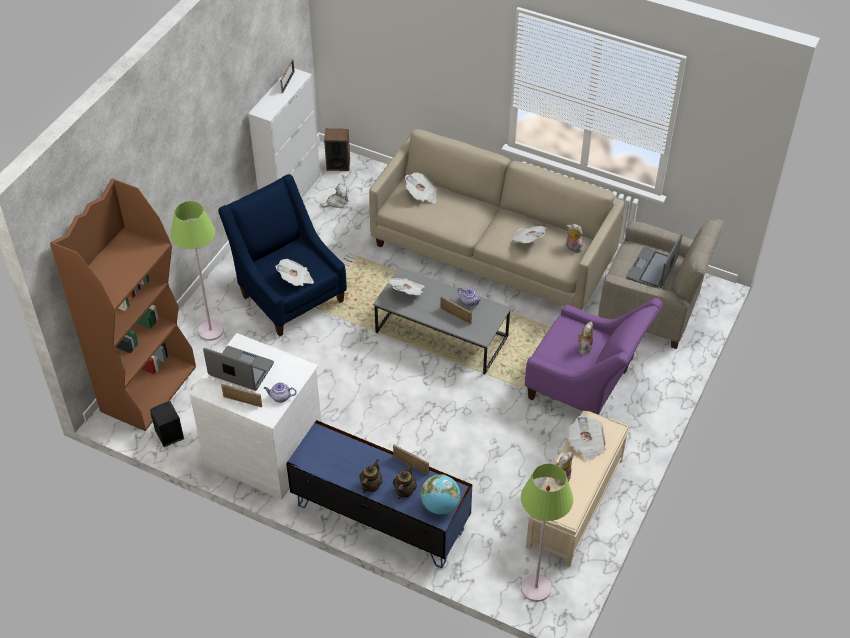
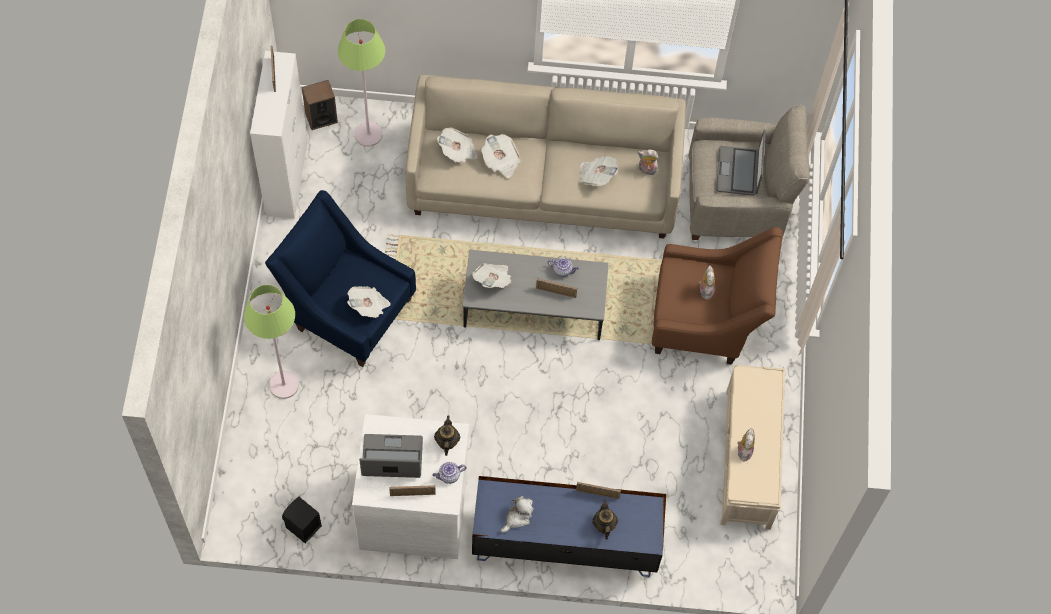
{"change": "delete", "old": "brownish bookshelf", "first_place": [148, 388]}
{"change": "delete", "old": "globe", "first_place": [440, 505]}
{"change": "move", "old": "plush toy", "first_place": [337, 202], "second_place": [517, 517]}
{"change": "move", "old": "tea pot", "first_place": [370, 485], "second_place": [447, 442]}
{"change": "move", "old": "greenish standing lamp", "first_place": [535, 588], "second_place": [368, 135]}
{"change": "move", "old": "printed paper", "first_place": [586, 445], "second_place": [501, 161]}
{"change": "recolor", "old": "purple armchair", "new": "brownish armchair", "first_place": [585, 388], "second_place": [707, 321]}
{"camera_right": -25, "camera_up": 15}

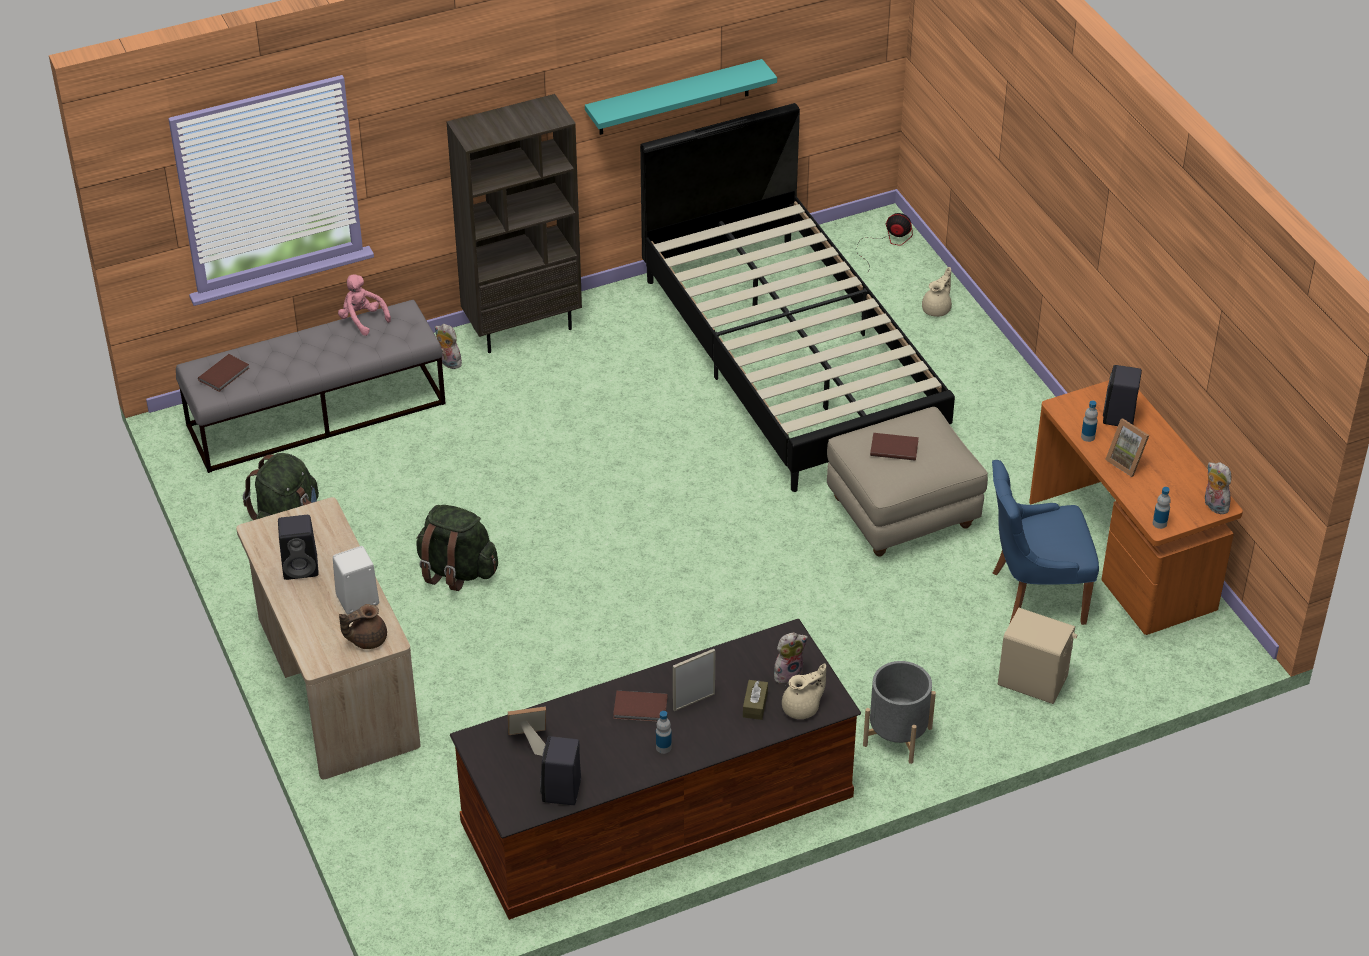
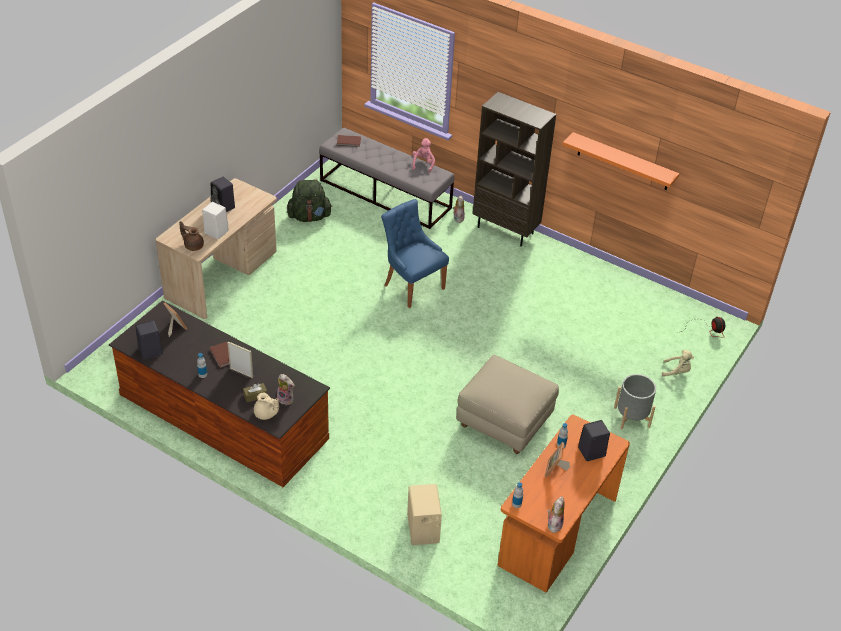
{"change": "delete", "old": "greenish knapsack", "first_place": [456, 571]}
{"change": "delete", "old": "black-coloured sleeping bed", "first_place": [790, 358]}
{"change": "delete", "old": "brownish volume", "first_place": [893, 447]}
{"change": "move", "old": "grey flower pot", "first_place": [897, 736], "second_place": [631, 417]}
{"change": "move", "old": "blue-coloured plain chair", "first_place": [1034, 597], "second_place": [412, 286]}
{"change": "replace", "old": "beige tea pot", "new": "beige plush toy", "first_place": [937, 309], "second_place": [677, 372]}
{"change": "recolor", "old": "turquoise shelf", "new": "orange-coloured shelf", "first_place": [674, 97], "second_place": [623, 162]}
{"camera_right": 55, "camera_up": 0}

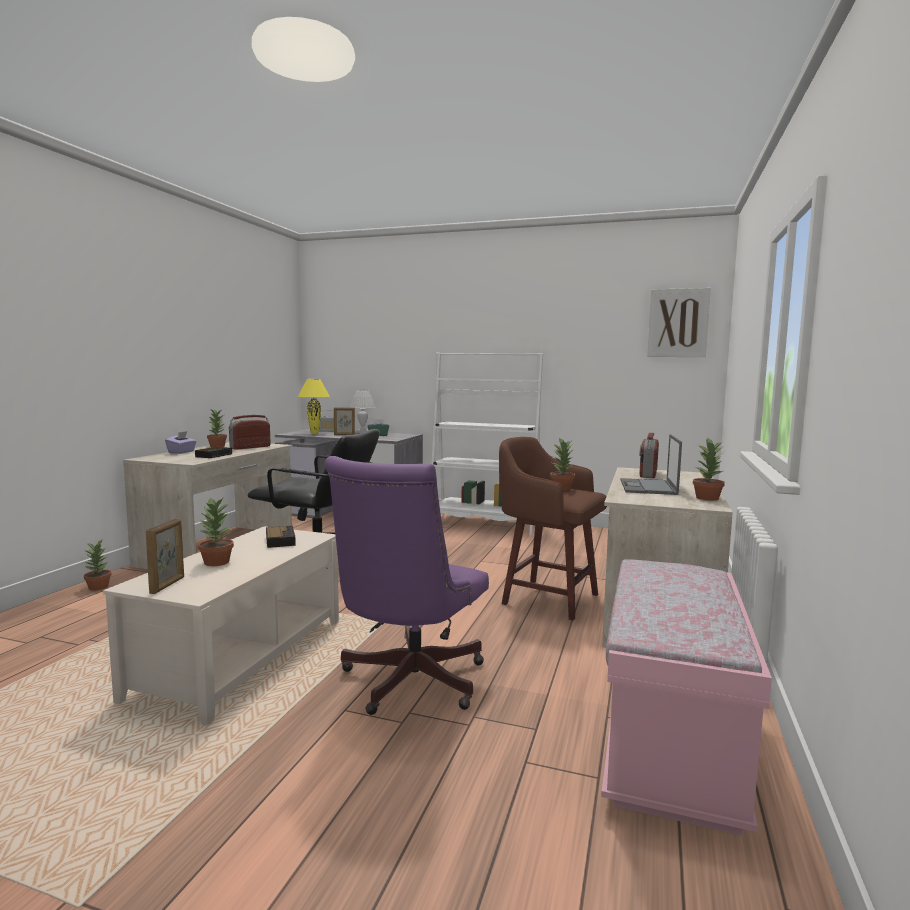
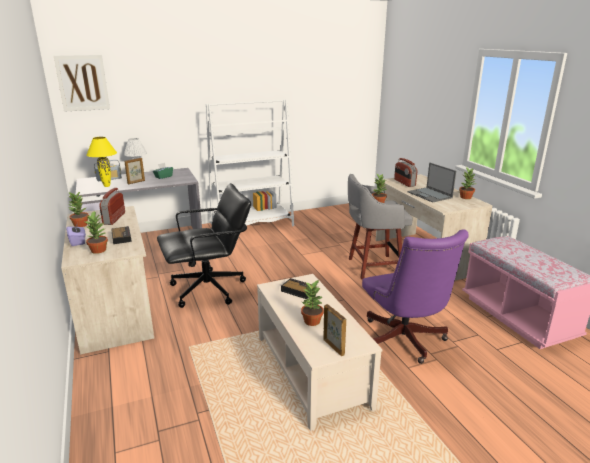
{"change": "move", "old": "potted plant", "first_place": [99, 587], "second_place": [99, 250]}
{"change": "move", "old": "wall art", "first_place": [678, 323], "second_place": [82, 83]}
{"change": "recolor", "old": "brownish sitting stool", "new": "grey sitting stool", "first_place": [547, 598], "second_place": [372, 267]}
{"camera_right": -40, "camera_up": 15}

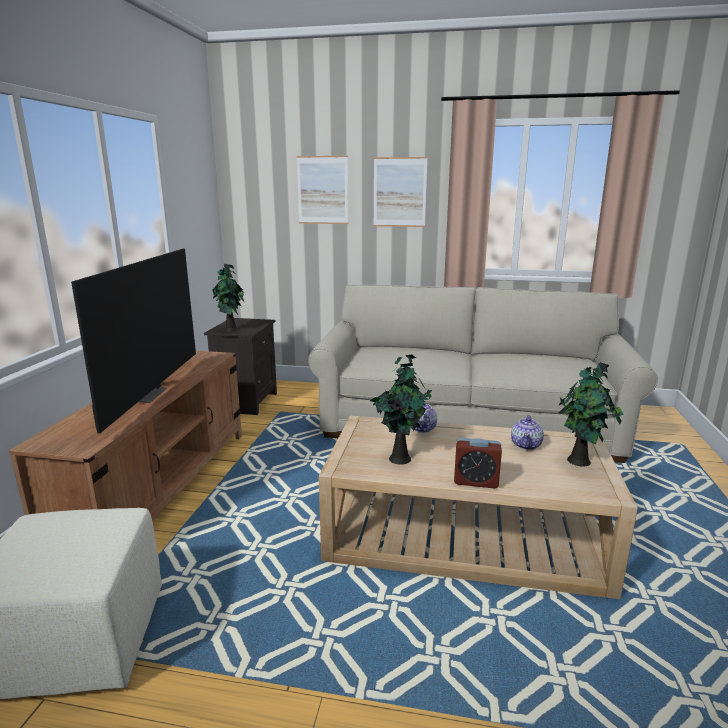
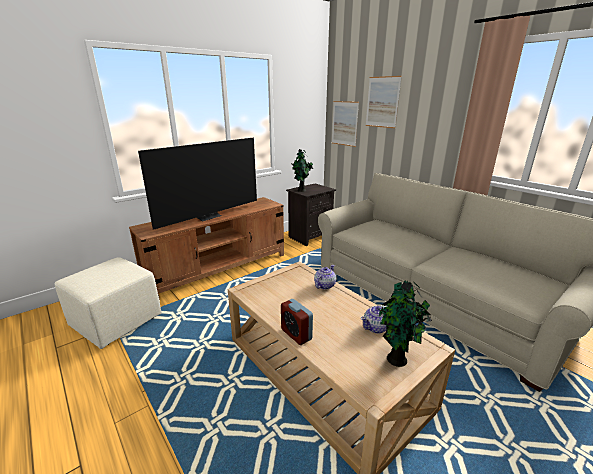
{"change": "delete", "old": "potted plant", "first_place": [400, 457]}
{"change": "move", "old": "wall art", "first_place": [399, 192], "second_place": [344, 123]}
{"camera_right": 40, "camera_up": 5}

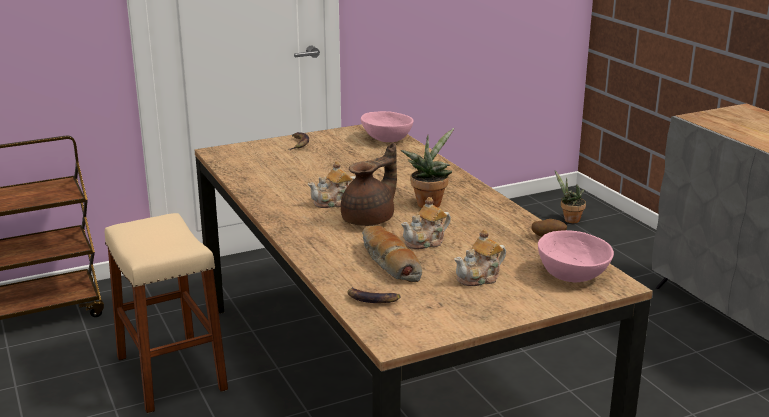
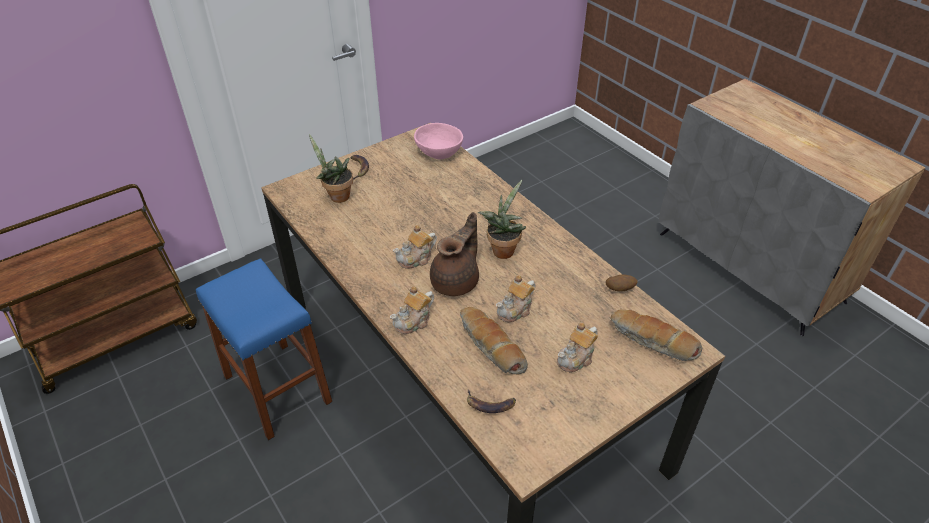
{"change": "insert", "new": "tea pot", "second_place": [414, 321]}
{"change": "move", "old": "potted plant", "first_place": [569, 219], "second_place": [336, 196]}
{"change": "replace", "old": "pink-coloured serving bowl", "new": "bread", "first_place": [571, 274], "second_place": [652, 342]}
{"change": "recolor", "old": "beige sitting stool", "new": "blue-coloured sitting stool", "first_place": [171, 373], "second_place": [277, 389]}
{"camera_right": -10, "camera_up": 20}

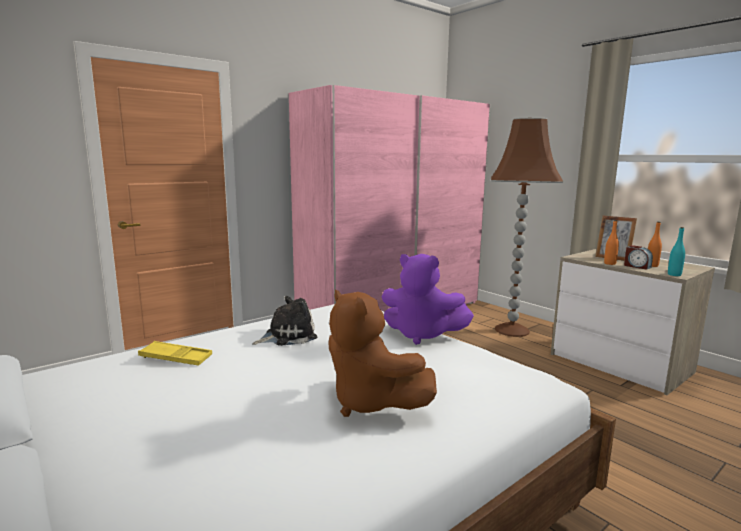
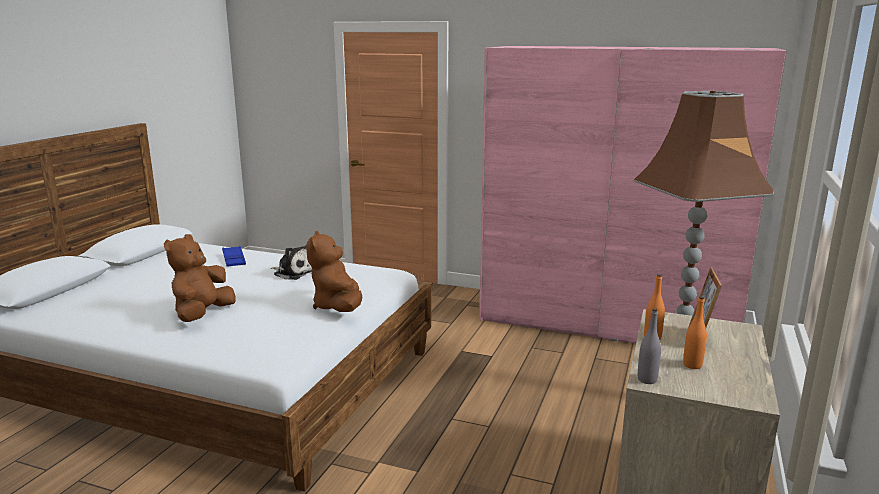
{"change": "delete", "old": "table clock", "first_place": [637, 266]}
{"change": "recolor", "old": "yellowish carrying tray", "new": "blue-coloured carrying tray", "first_place": [176, 358], "second_place": [234, 259]}
{"change": "recolor", "old": "purple plush toy", "new": "brownish plush toy", "first_place": [422, 335], "second_place": [338, 307]}
{"change": "recolor", "old": "turquoise bottle", "new": "grey bottle", "first_place": [674, 275], "second_place": [647, 380]}
{"camera_right": 60, "camera_up": 5}

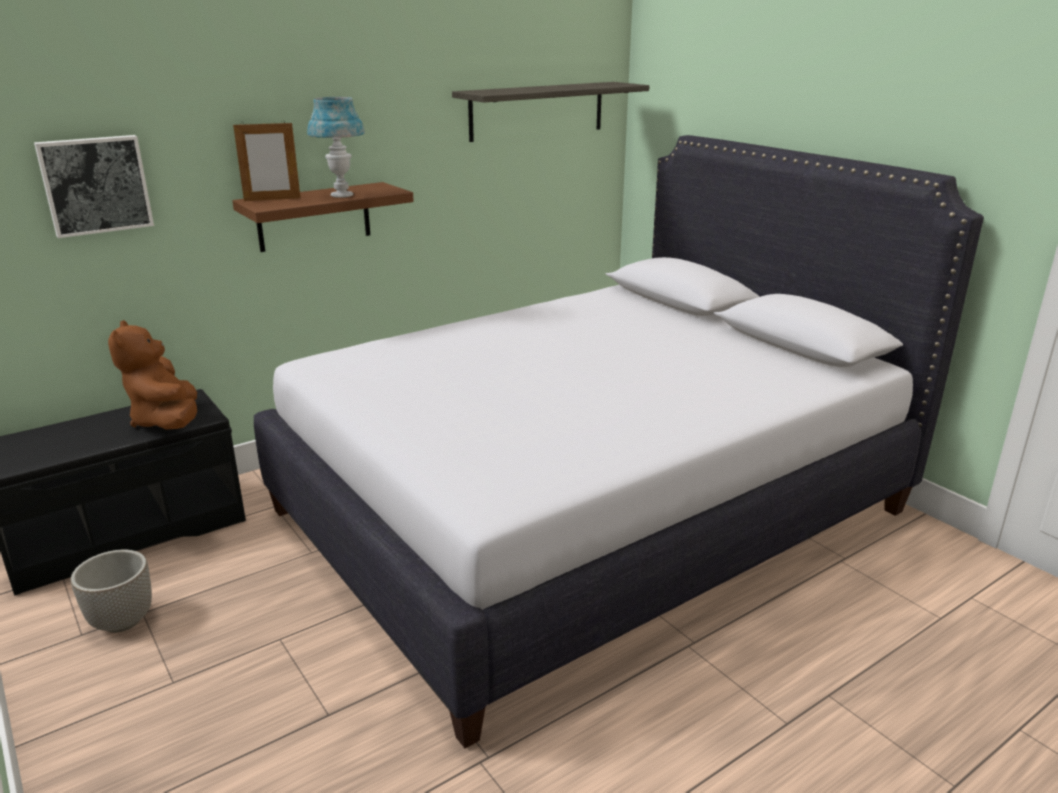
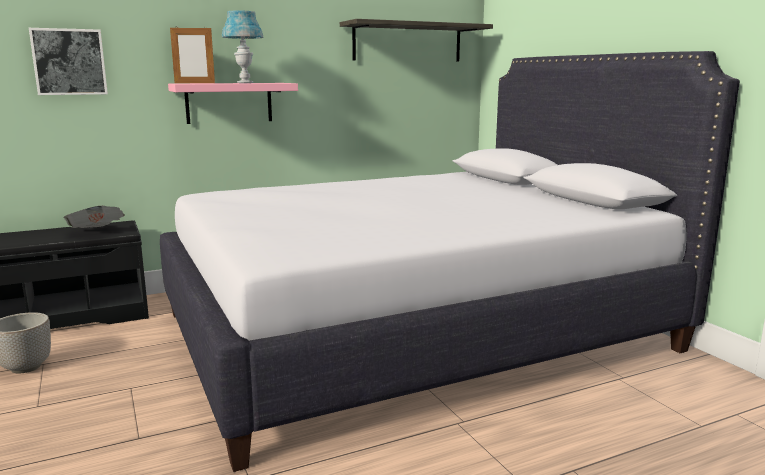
{"change": "replace", "old": "brownish plush toy", "new": "printed paper", "first_place": [167, 421], "second_place": [97, 233]}
{"change": "recolor", "old": "brownish shelf", "new": "pink-coloured shelf", "first_place": [314, 217], "second_place": [229, 102]}
{"camera_right": 10, "camera_up": -10}

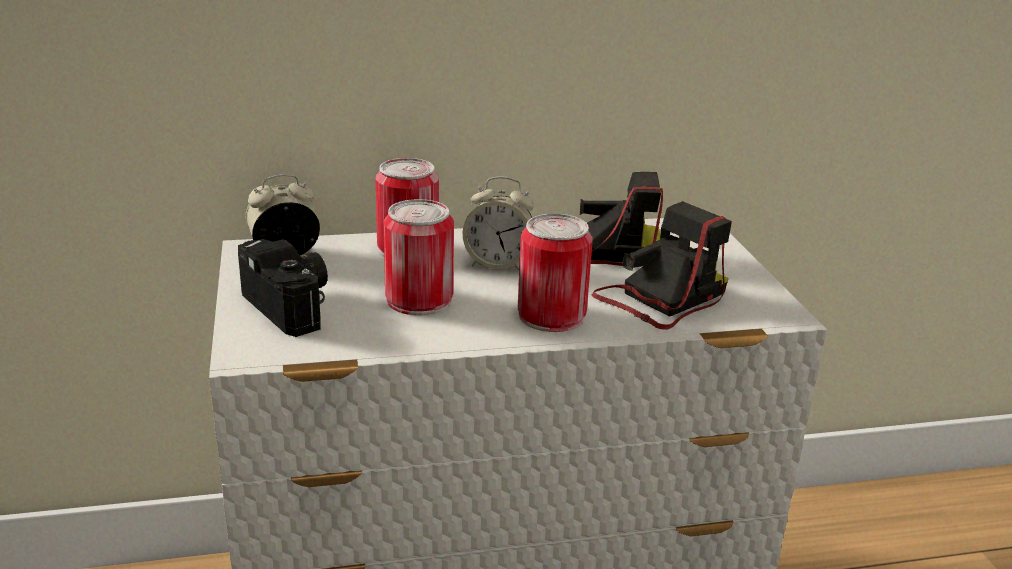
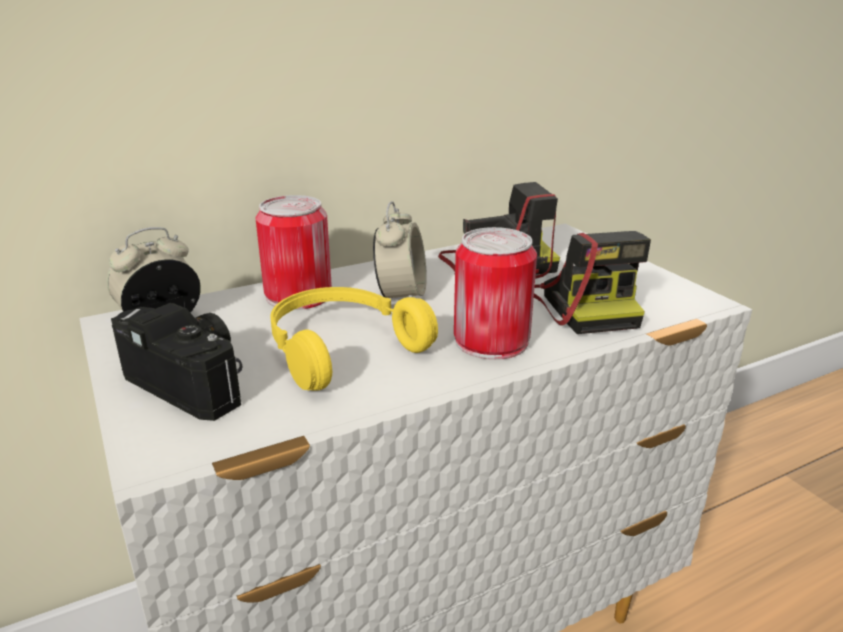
{"change": "replace", "old": "can", "new": "yellowish headphones", "first_place": [419, 299], "second_place": [340, 348]}
{"change": "rotate", "old": "table clock", "first_place": [498, 263], "second_place": [401, 296], "degrees": -75}
{"change": "rotate", "old": "still camera", "first_place": [661, 299], "second_place": [584, 305], "degrees": 135}
{"camera_right": -15, "camera_up": 0}

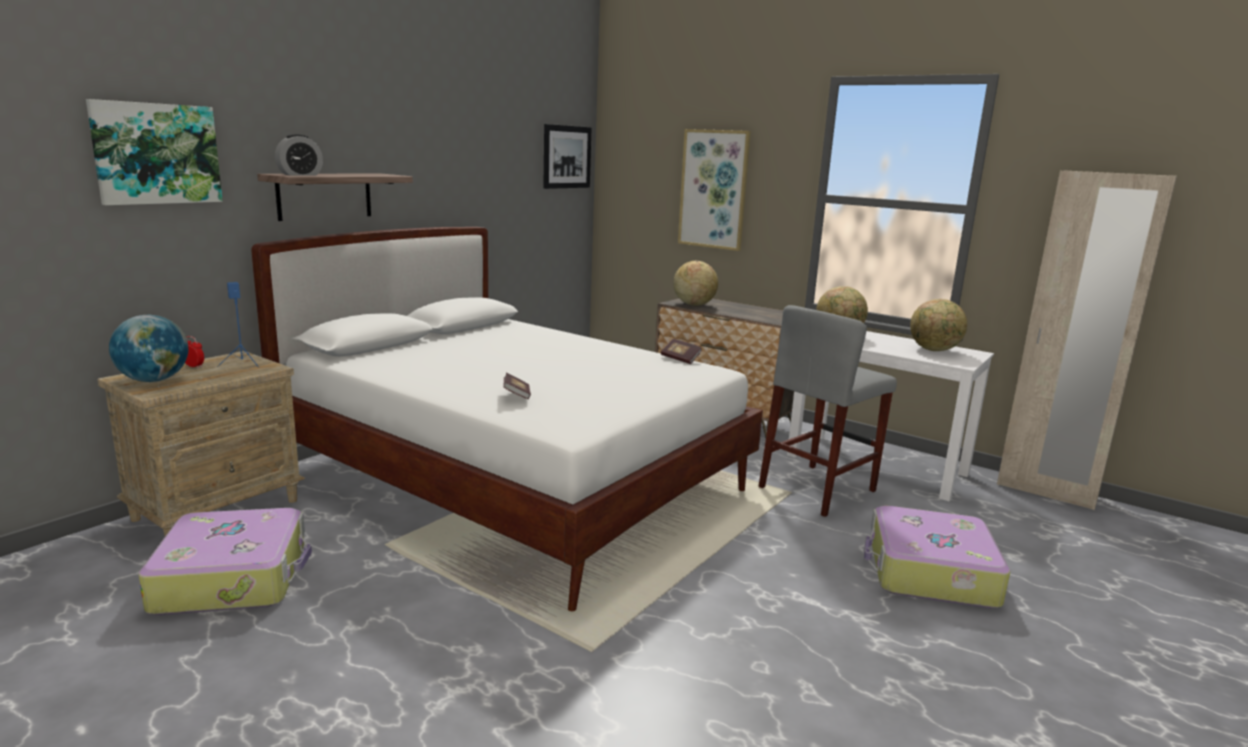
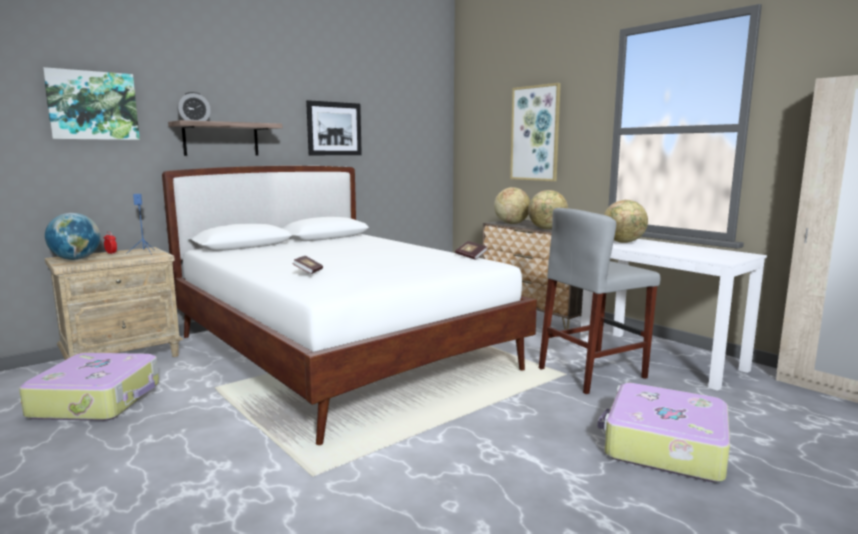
{"change": "move", "old": "wall art", "first_place": [567, 157], "second_place": [334, 128]}
{"change": "move", "old": "globe", "first_place": [934, 350], "second_place": [547, 229]}
{"camera_right": 15, "camera_up": -5}

